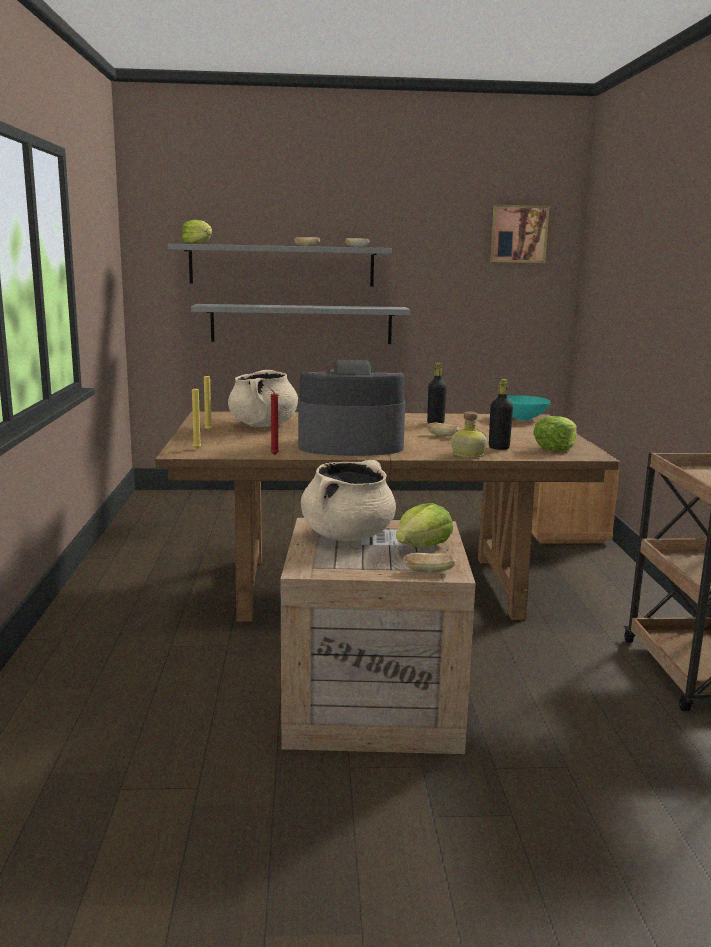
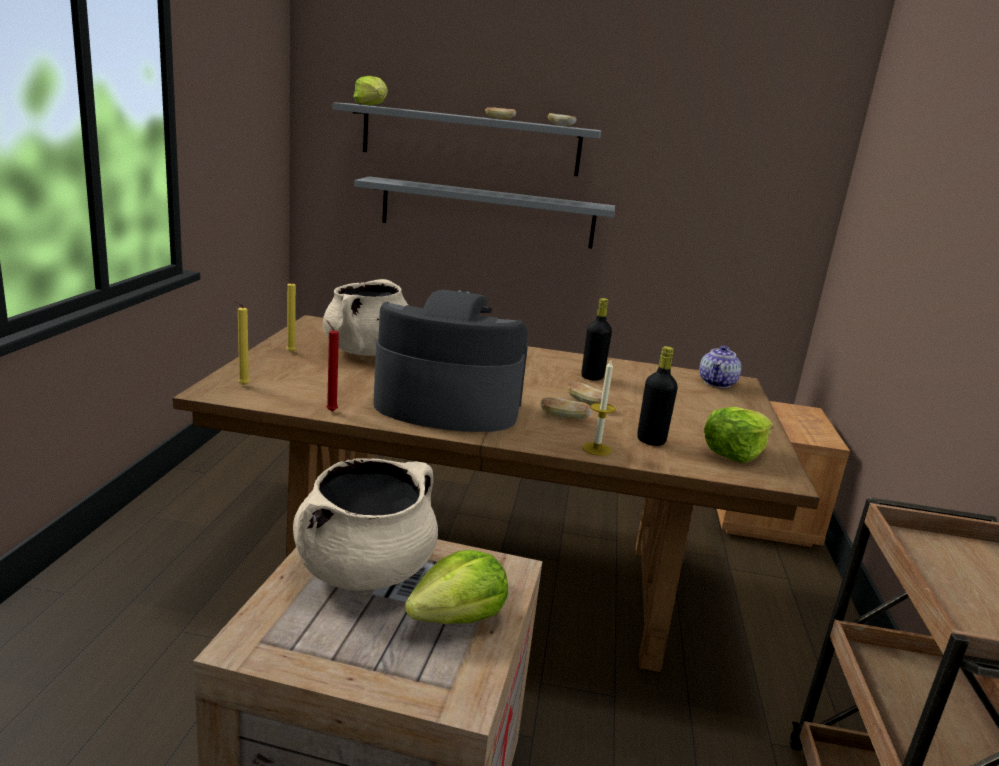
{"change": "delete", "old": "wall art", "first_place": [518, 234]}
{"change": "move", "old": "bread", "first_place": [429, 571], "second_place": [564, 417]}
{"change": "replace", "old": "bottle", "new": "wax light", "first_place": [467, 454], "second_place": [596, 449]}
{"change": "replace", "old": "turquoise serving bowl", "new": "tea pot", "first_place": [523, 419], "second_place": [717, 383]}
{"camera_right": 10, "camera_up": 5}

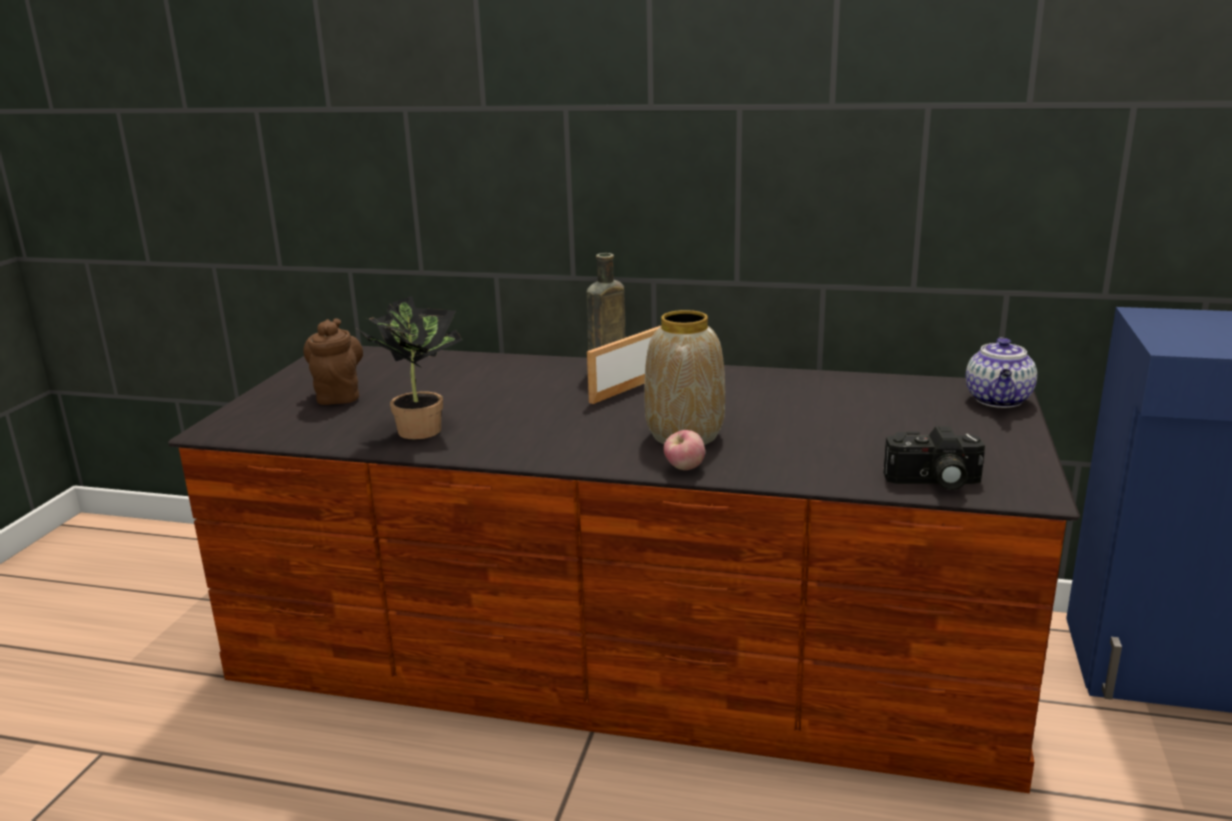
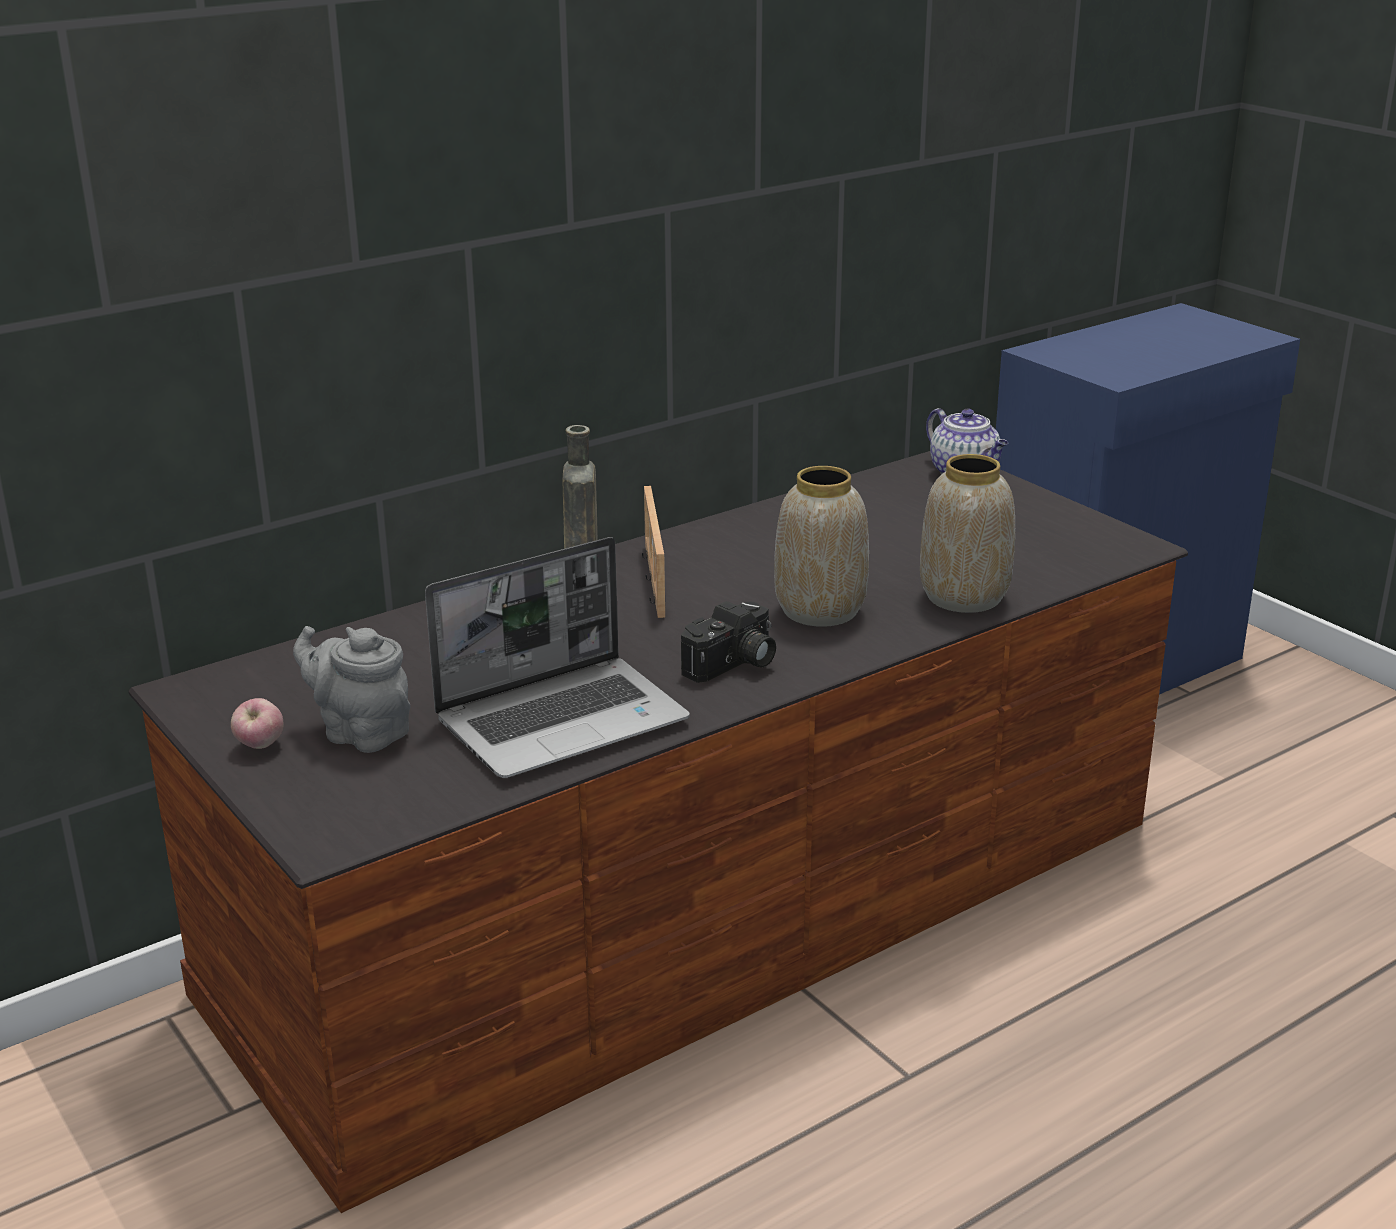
{"change": "insert", "new": "decorative vase", "second_place": [965, 597]}
{"change": "move", "old": "apple fruit", "first_place": [684, 468], "second_place": [260, 746]}
{"change": "move", "old": "still camera", "first_place": [933, 482], "second_place": [733, 665]}
{"change": "replace", "old": "potted plant", "new": "notebook computer", "first_place": [420, 428], "second_place": [564, 720]}
{"change": "recolor", "old": "brownish tea pot", "new": "grey tea pot", "first_place": [338, 395], "second_place": [361, 733]}
{"camera_right": -50, "camera_up": 5}

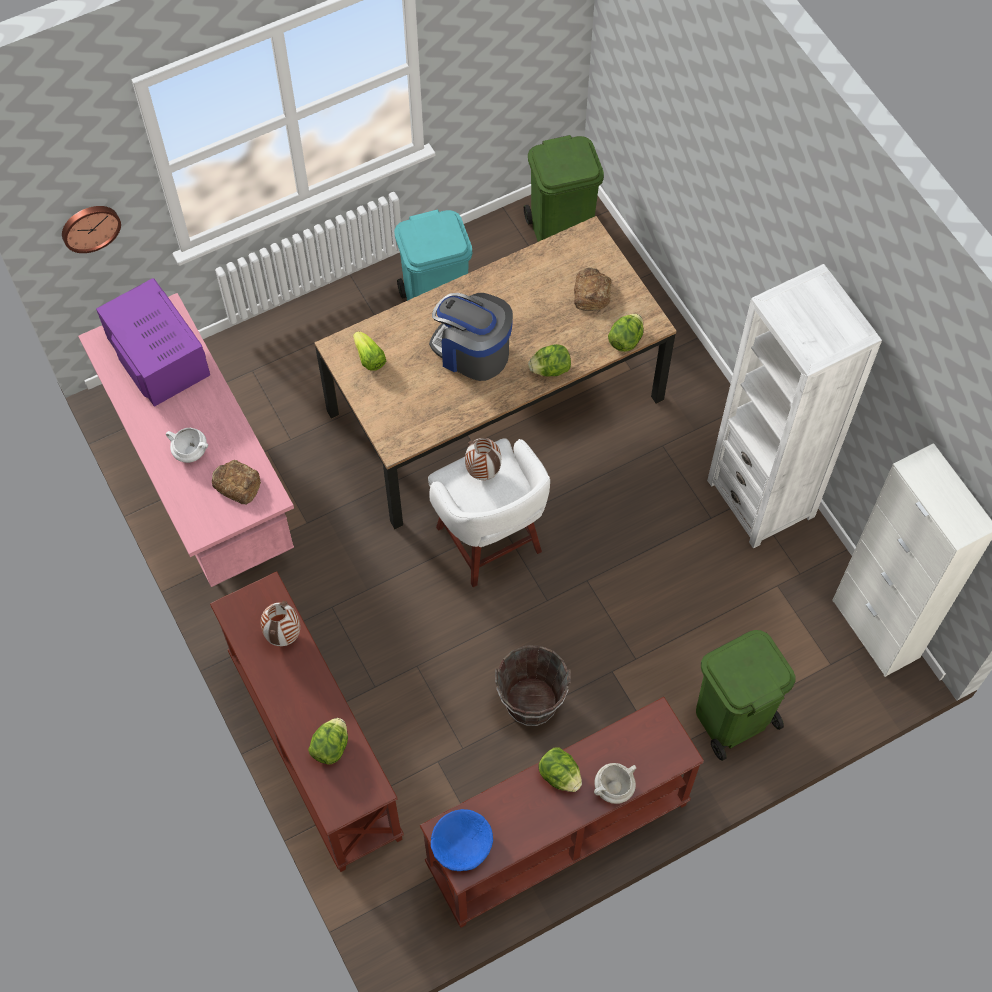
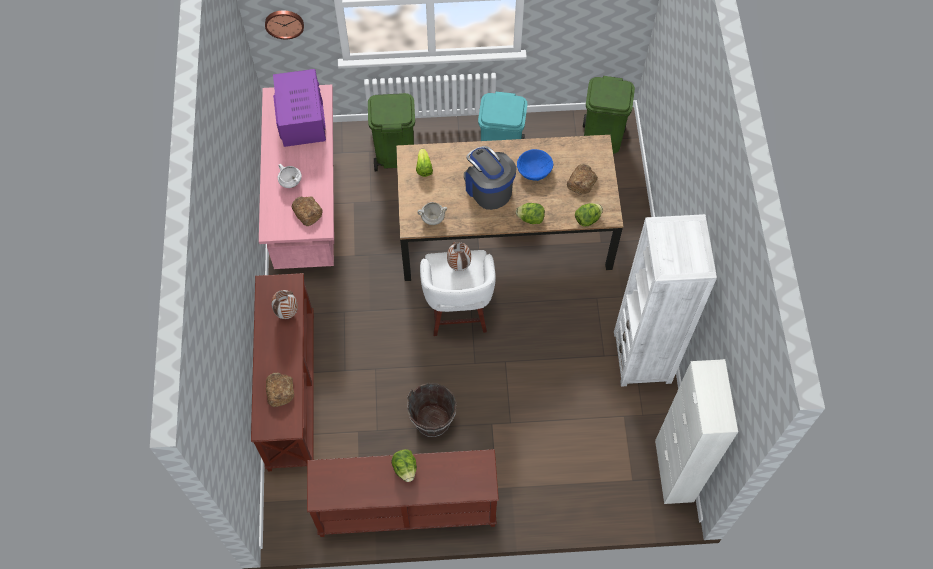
{"change": "move", "old": "blue-coloured serving bowl", "first_place": [462, 845], "second_place": [534, 169]}
{"change": "move", "old": "whitish saucepot", "first_place": [613, 788], "second_place": [432, 218]}
{"change": "move", "old": "greenish trash can", "first_place": [732, 718], "second_place": [395, 155]}
{"change": "replace", "old": "lettuce", "new": "bread", "first_place": [330, 747], "second_place": [279, 390]}
{"camera_right": 25, "camera_up": 0}

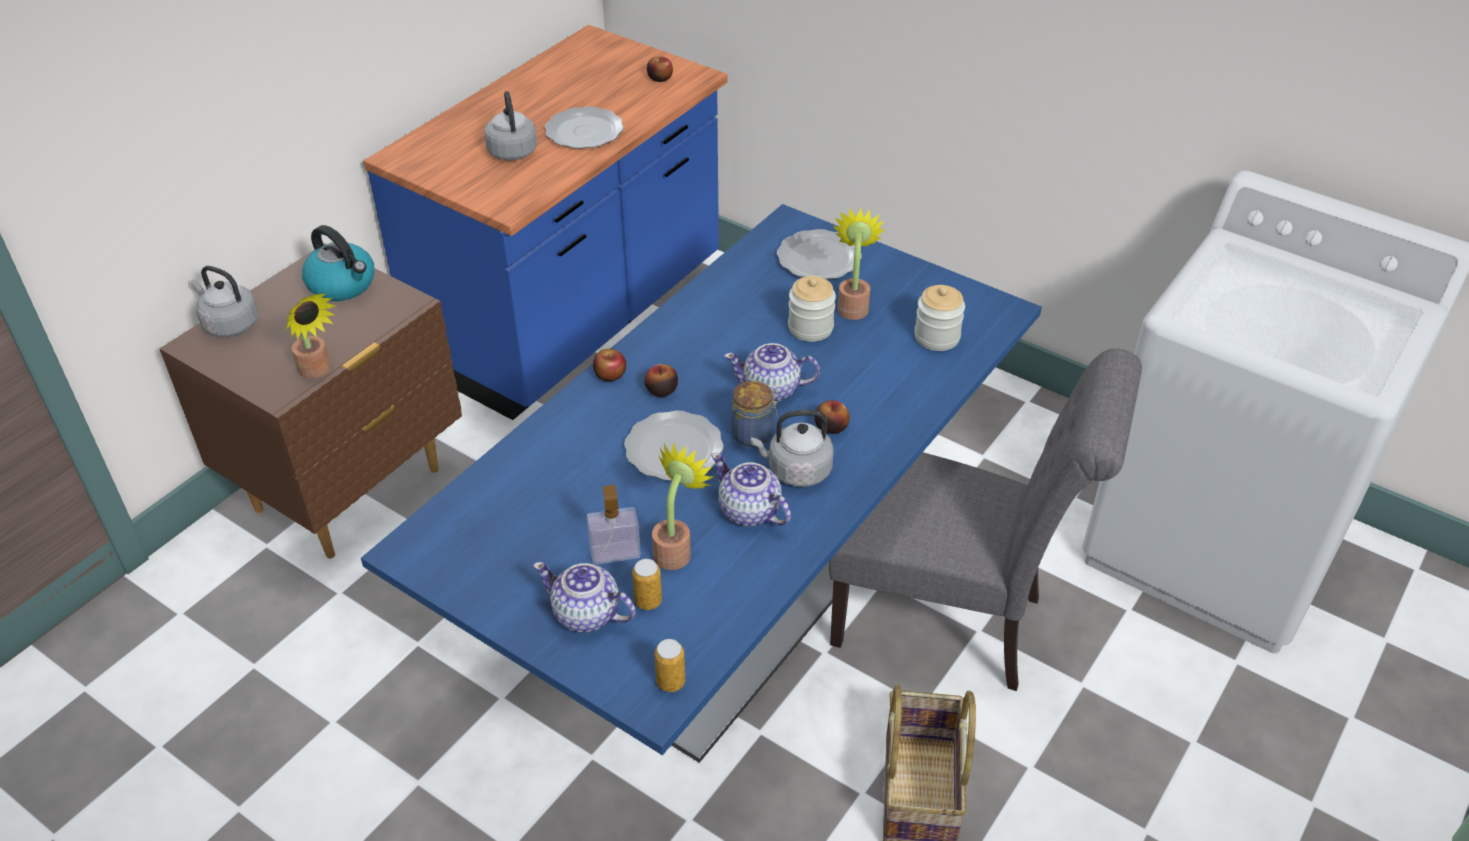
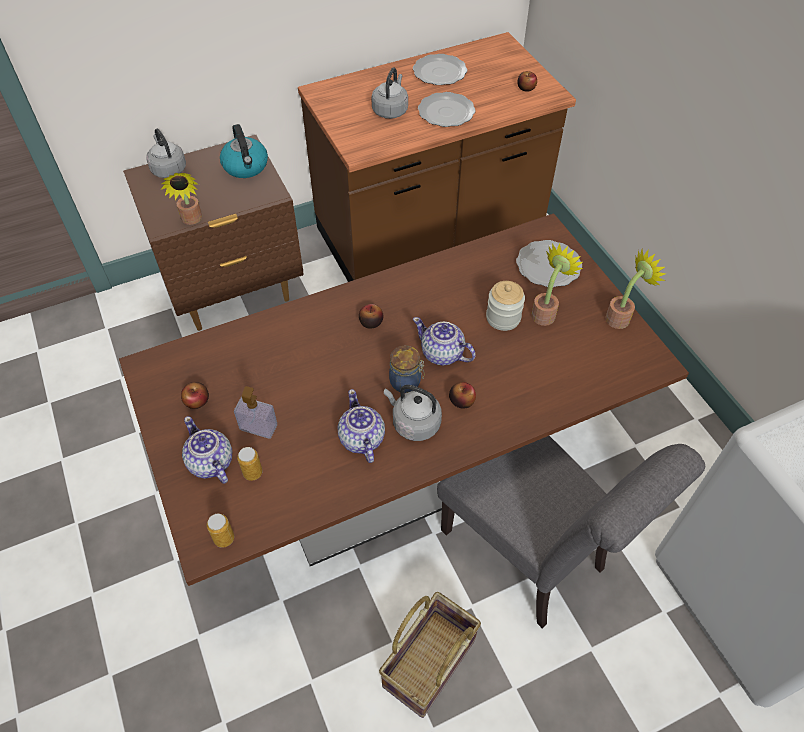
{"change": "delete", "old": "jar", "first_place": [937, 337]}
{"change": "move", "old": "apple fruit", "first_place": [610, 374], "second_place": [197, 401]}
{"change": "move", "old": "flat dish", "first_place": [673, 450], "second_place": [439, 72]}
{"change": "move", "old": "potted plant", "first_place": [676, 550], "second_place": [621, 317]}
{"change": "recolor", "old": "blue-coloured dining table", "new": "brownish dining table", "first_place": [734, 600], "second_place": [401, 469]}
{"change": "recolor", "old": "blue-coloured counter", "new": "brownish counter", "first_place": [574, 319], "second_place": [430, 232]}
{"camera_right": 30, "camera_up": 10}

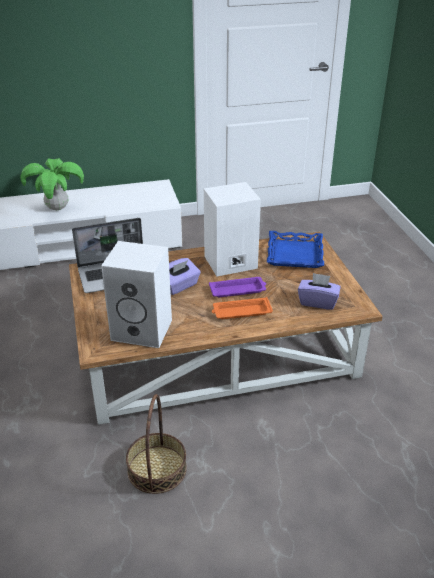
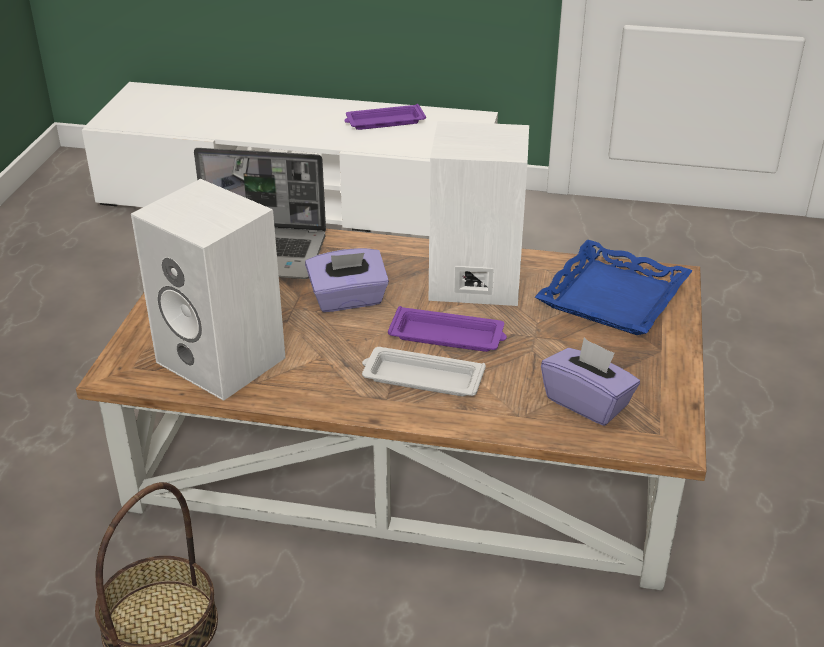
{"change": "delete", "old": "potted plant", "first_place": [57, 208]}
{"change": "insert", "new": "purple carrying tray", "second_place": [384, 122]}
{"change": "recolor", "old": "orange-coloured carrying tray", "new": "whitish carrying tray", "first_place": [241, 312], "second_place": [421, 378]}
{"camera_right": 25, "camera_up": 0}

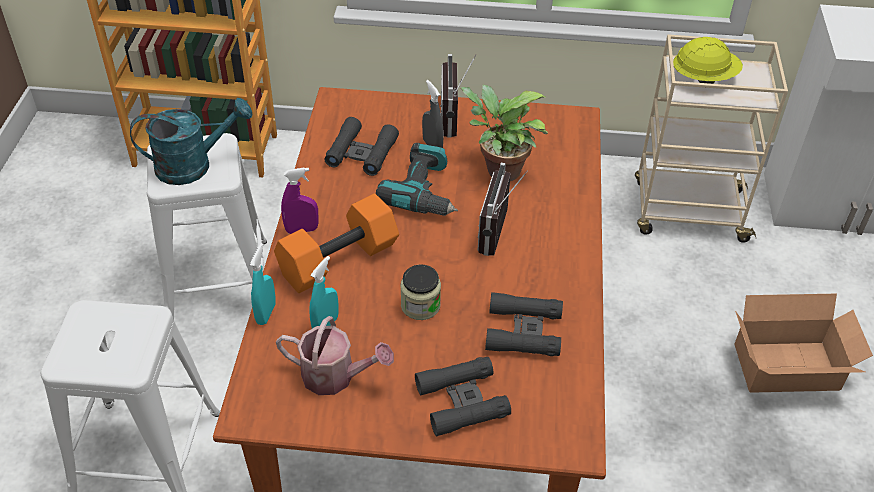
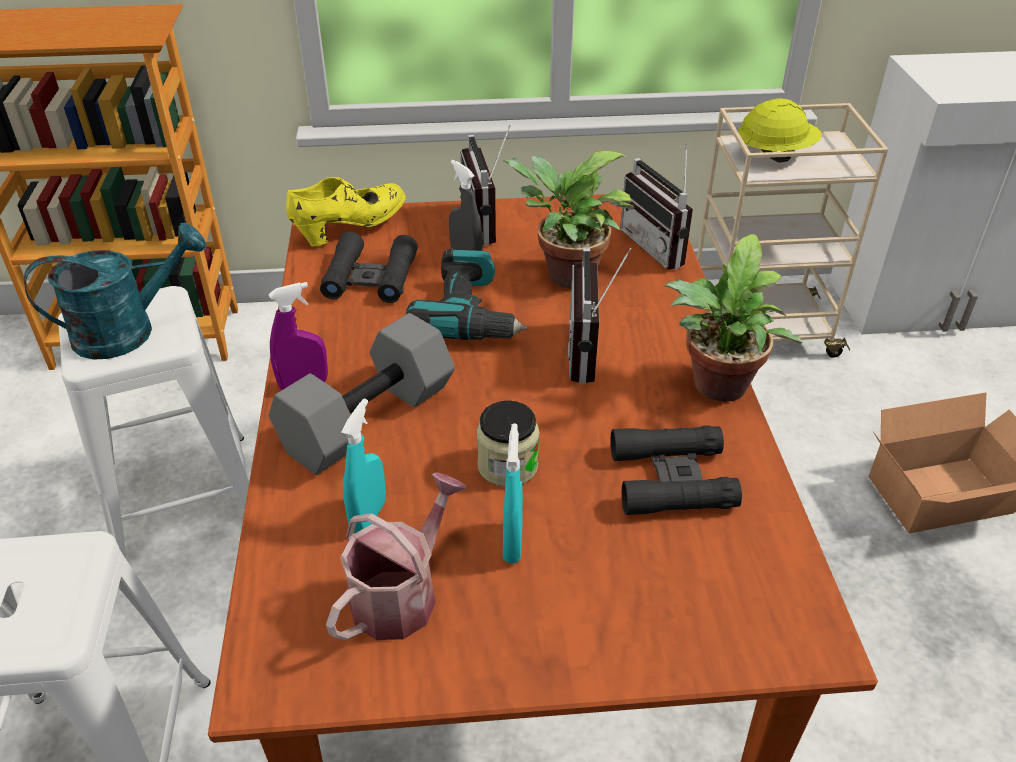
{"change": "delete", "old": "black-coloured field glasses", "first_place": [462, 401]}
{"change": "insert", "new": "yellowish shoe", "second_place": [351, 229]}
{"change": "insert", "new": "radio set", "second_place": [661, 246]}
{"change": "insert", "new": "potted plant", "second_place": [717, 389]}
{"change": "move", "old": "turquoise spray bottle", "first_place": [266, 313], "second_place": [512, 543]}
{"change": "recolor", "old": "orange-coloured dumbbell", "new": "grey dumbbell", "first_place": [338, 258], "second_place": [367, 417]}
{"change": "rotate", "old": "watering can", "first_place": [335, 376], "second_place": [401, 594], "degrees": -60}
{"camera_right": -10, "camera_up": -5}

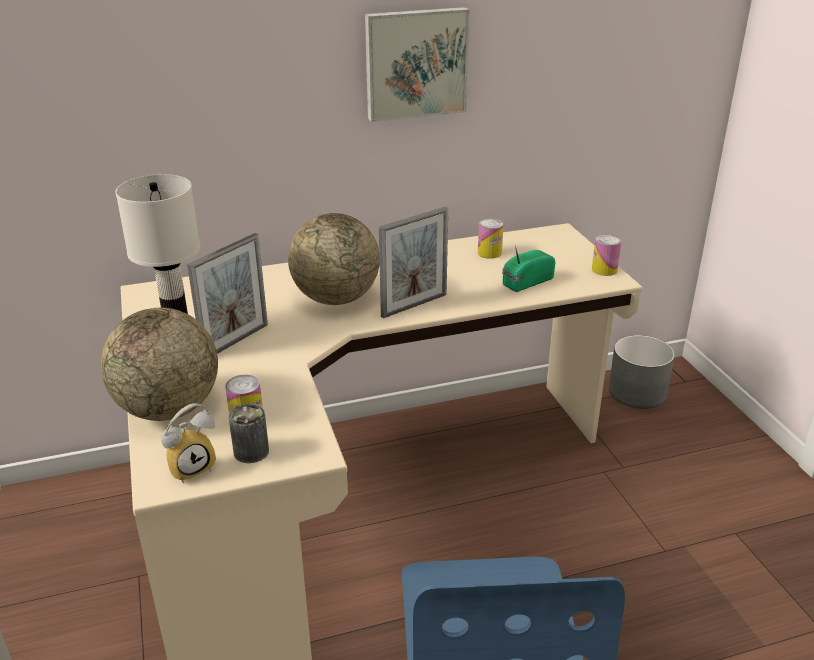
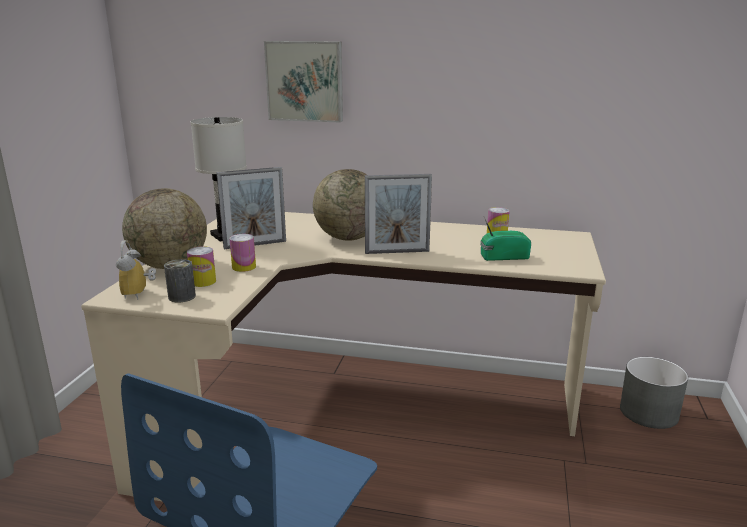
{"change": "move", "old": "wall art", "first_place": [415, 63], "second_place": [305, 81]}
{"change": "move", "old": "can", "first_place": [604, 270], "second_place": [244, 267]}
{"change": "rotate", "old": "table clock", "first_place": [192, 467], "second_place": [139, 294], "degrees": 90}
{"camera_right": 30, "camera_up": -10}

